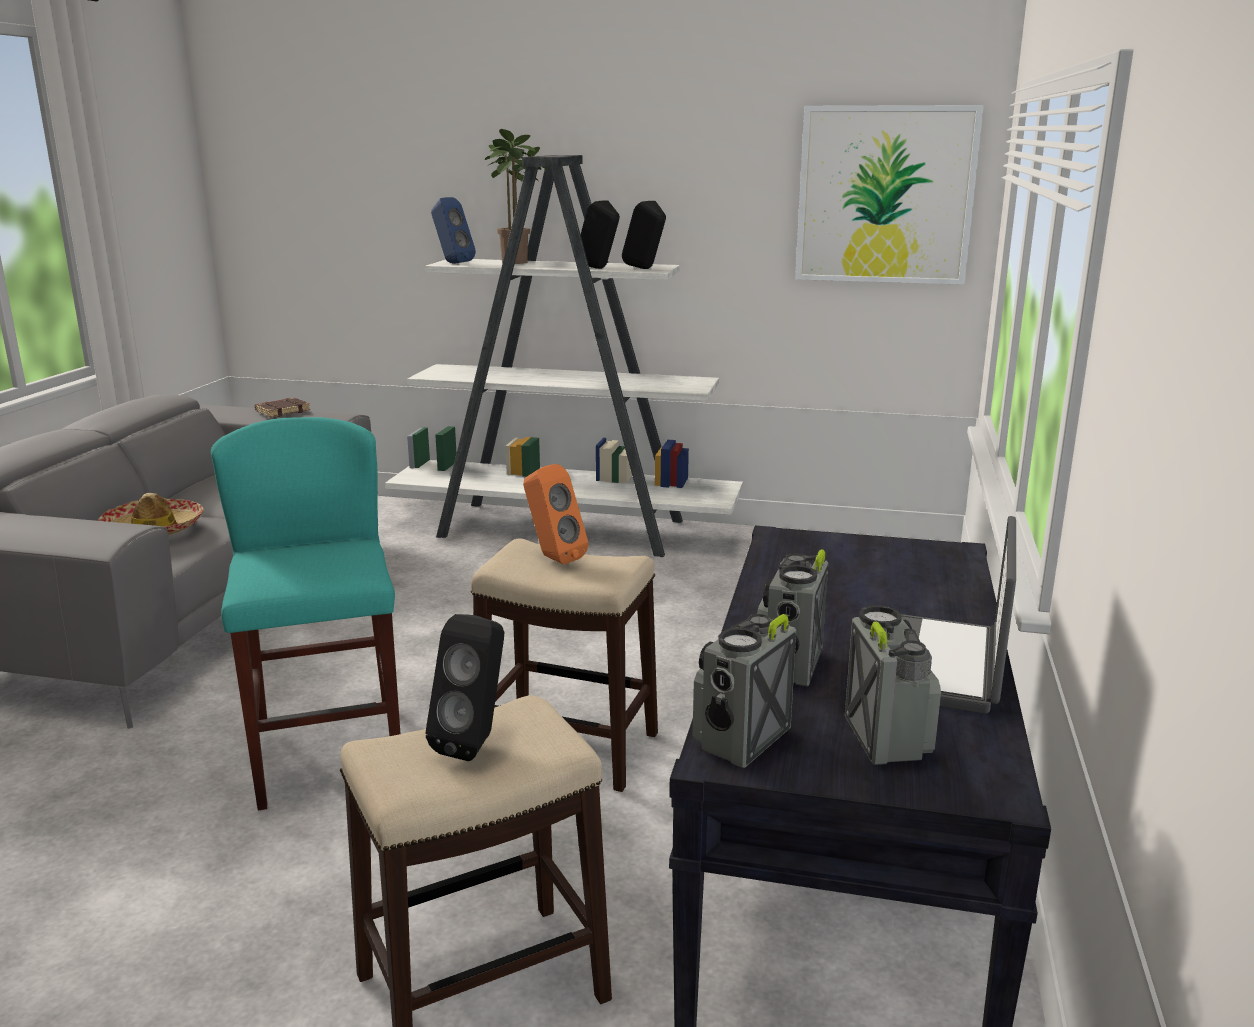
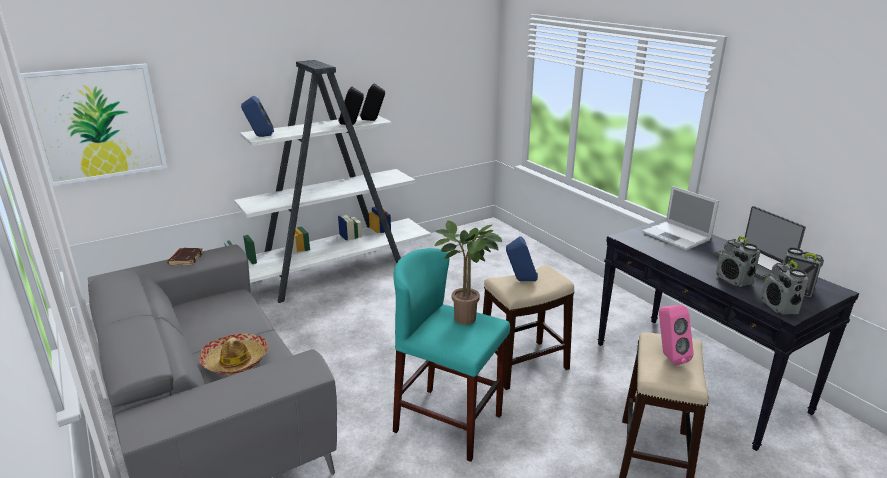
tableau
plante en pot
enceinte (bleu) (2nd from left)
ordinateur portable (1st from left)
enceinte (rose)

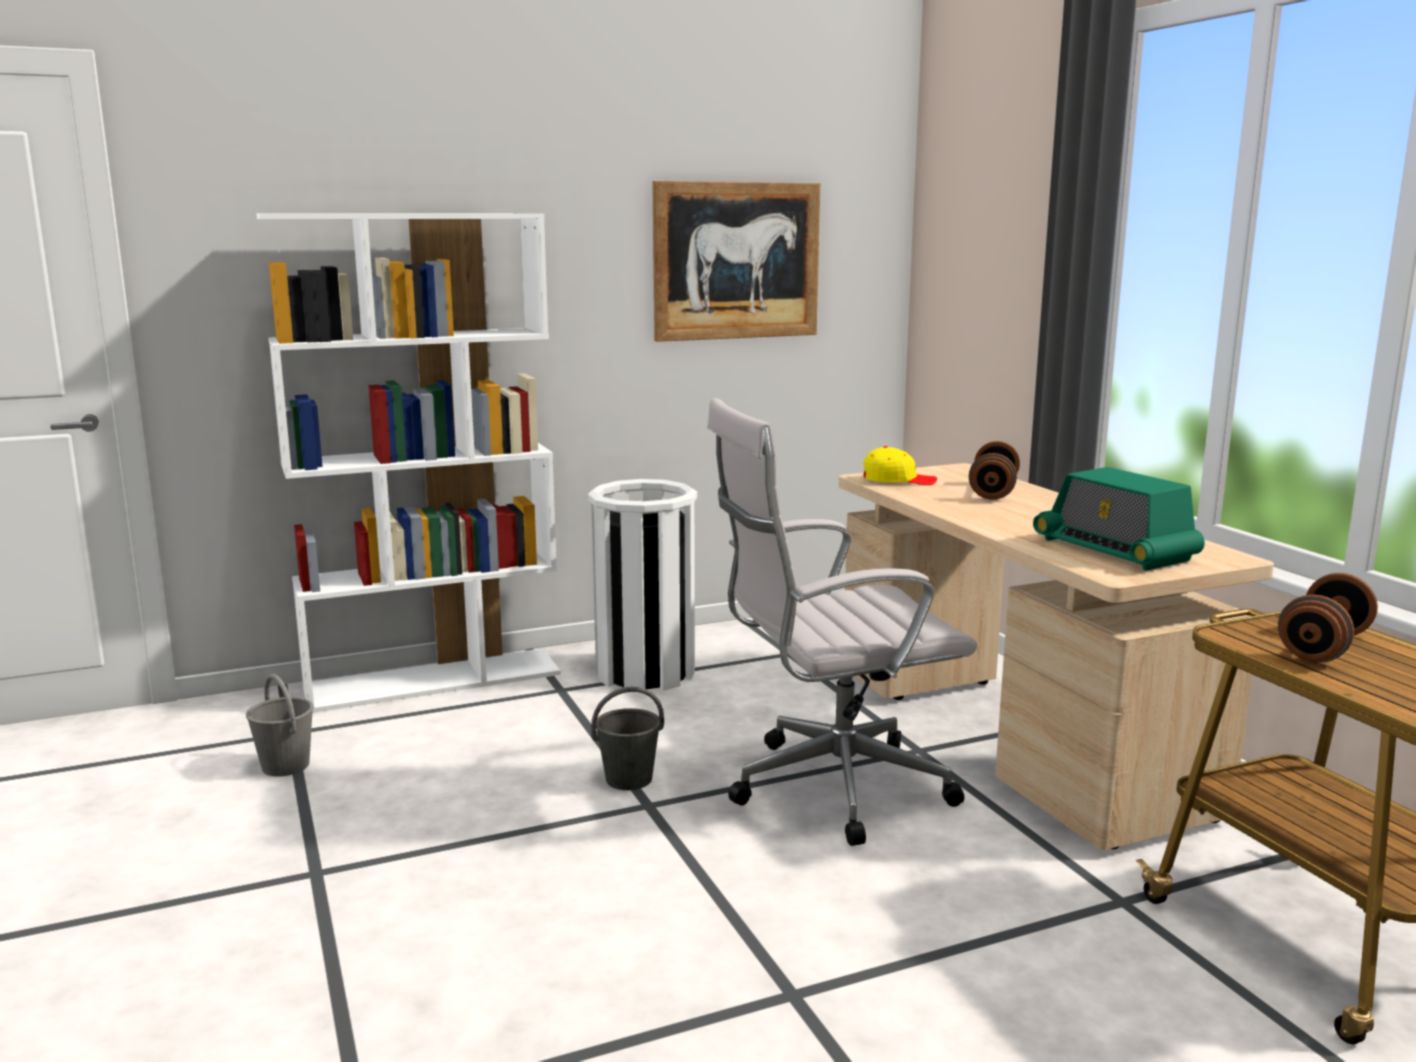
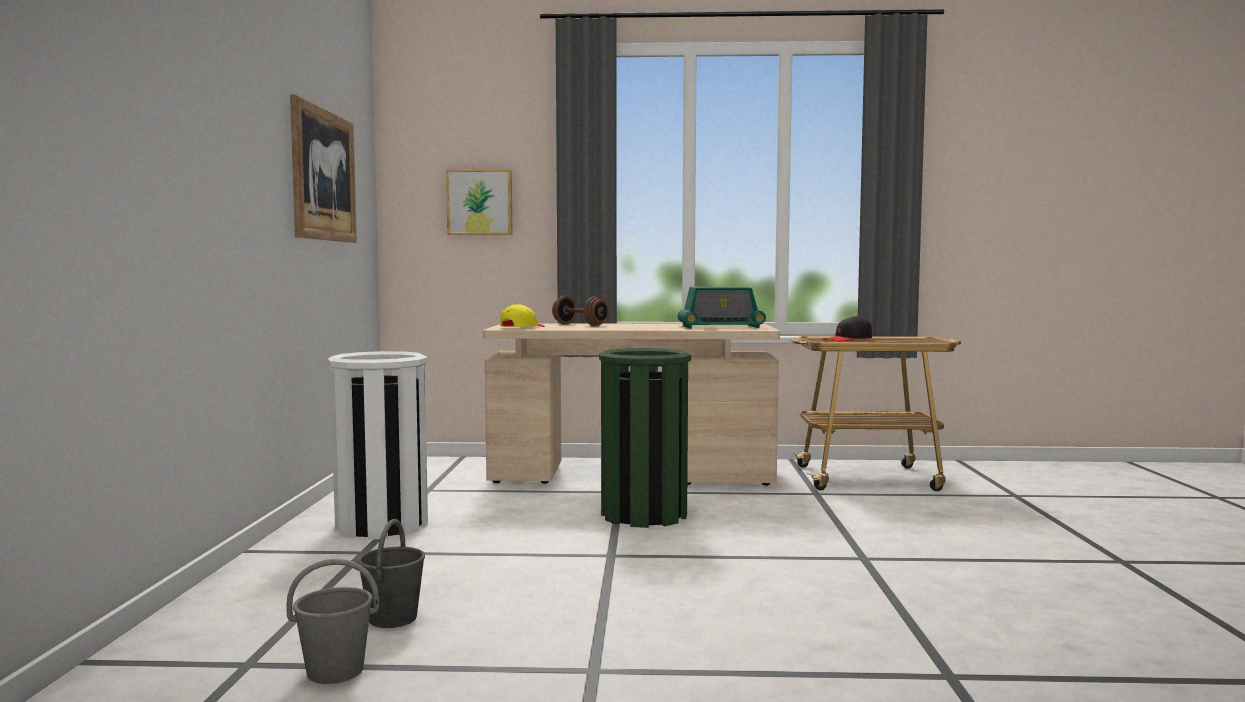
seau (gris) (2nd from left)
tableau (2nd from left)
poubelle (vert)
casquette (noir)
bibliothèque (blanc)

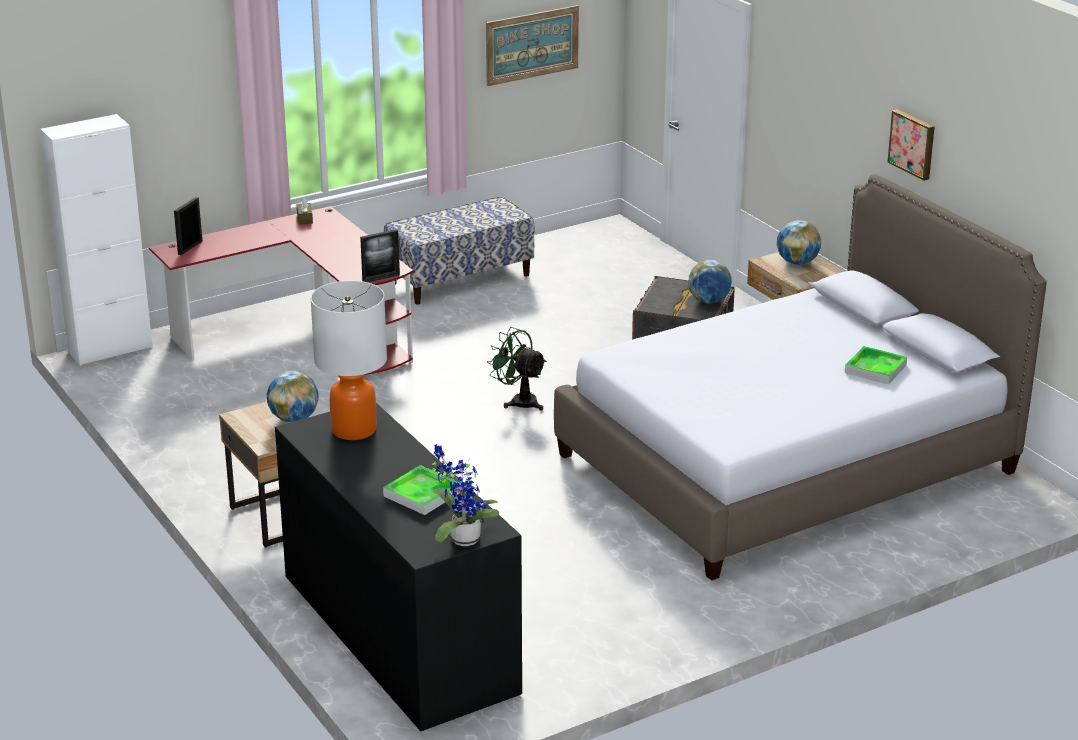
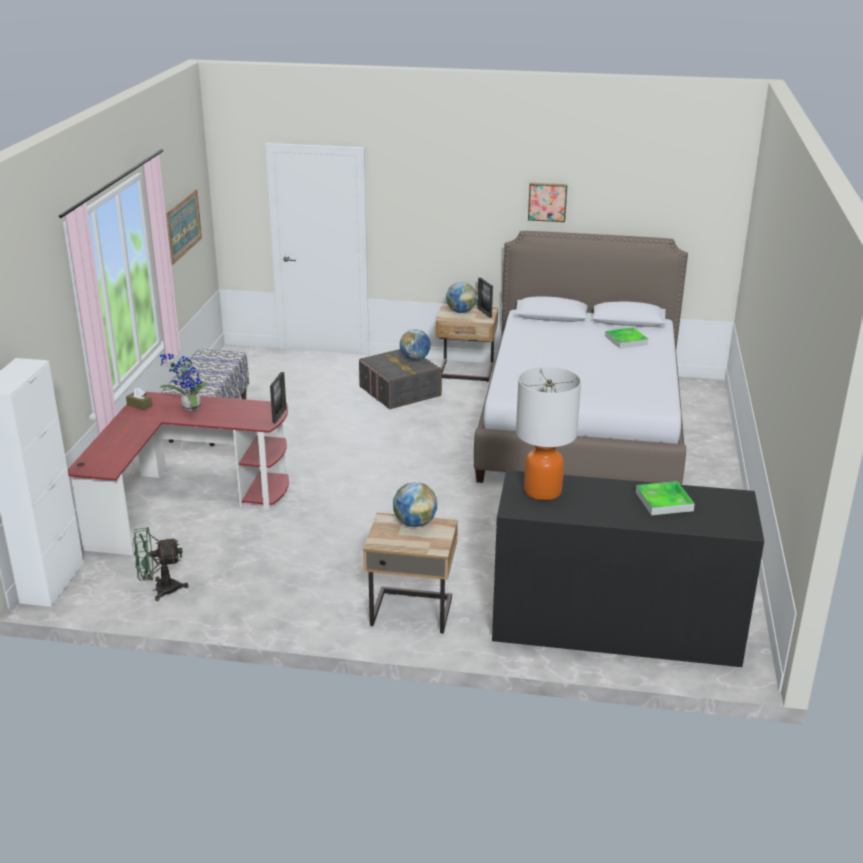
ventilateur (vert)
plante en pot
cadre photo (2nd from left)

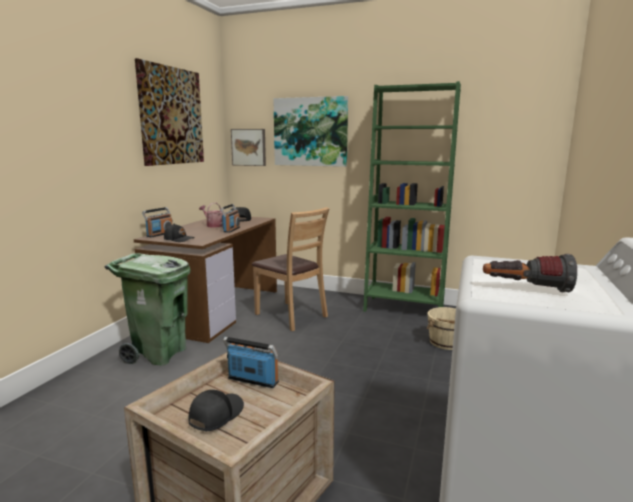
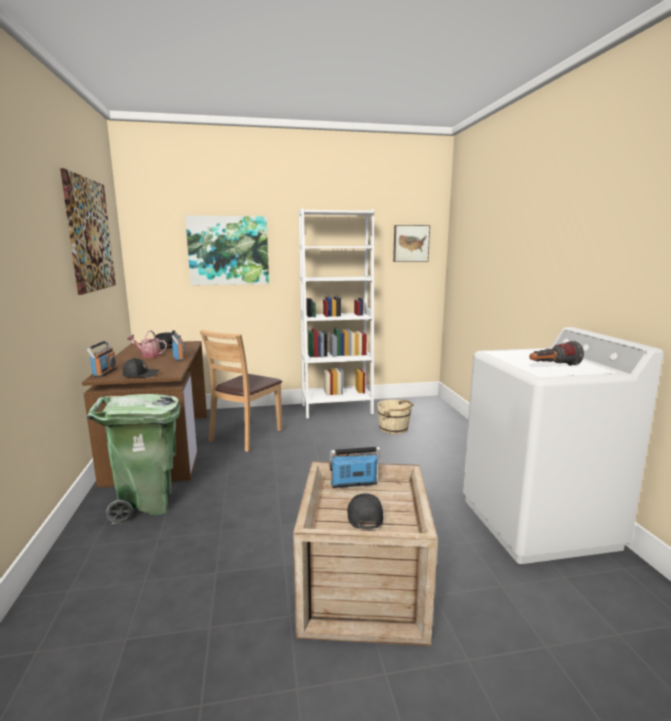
chaise (marron)
bibliothèque (blanc)
tableau (3rd from left)

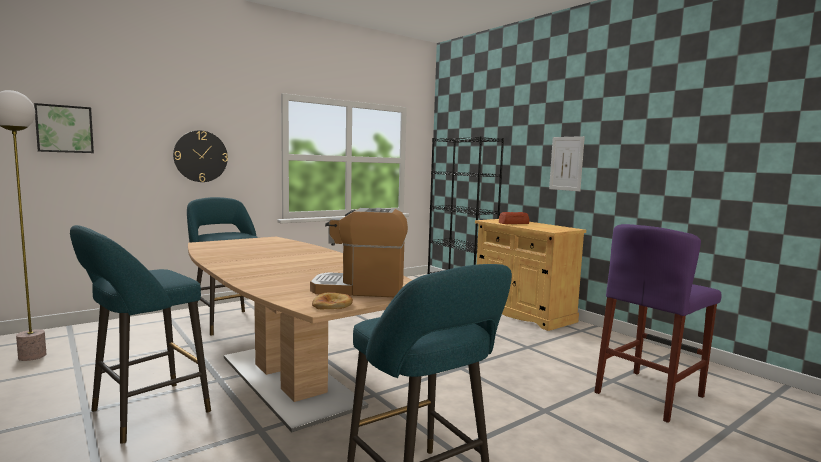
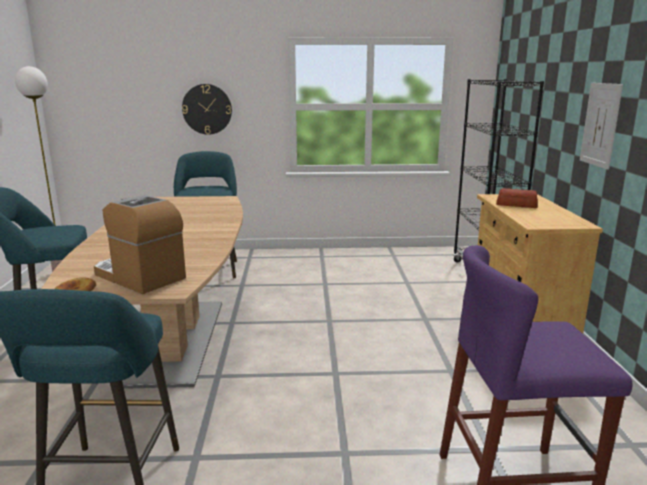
tableau (1st from left in the first image)

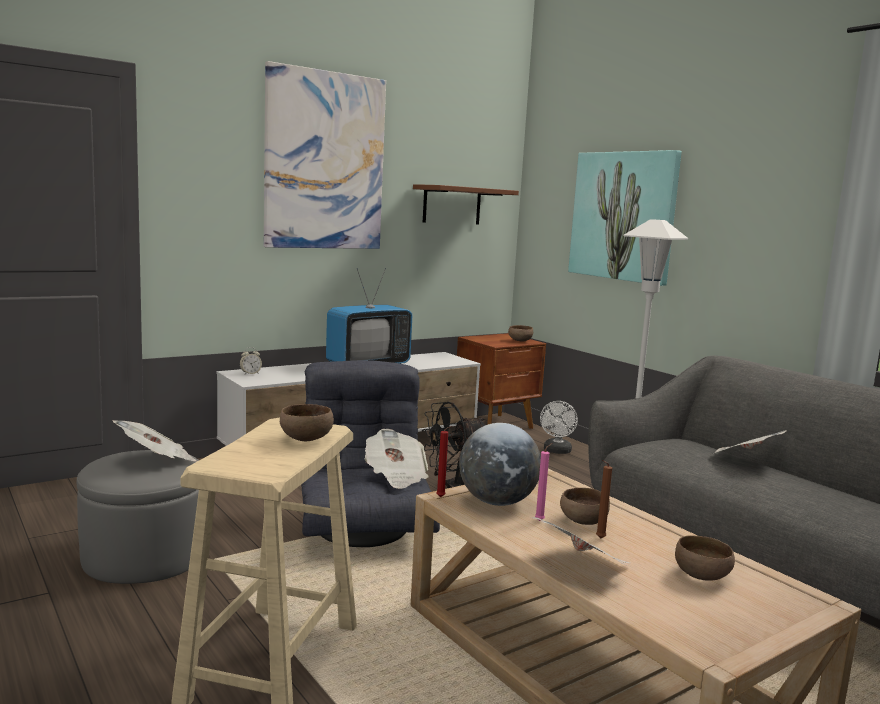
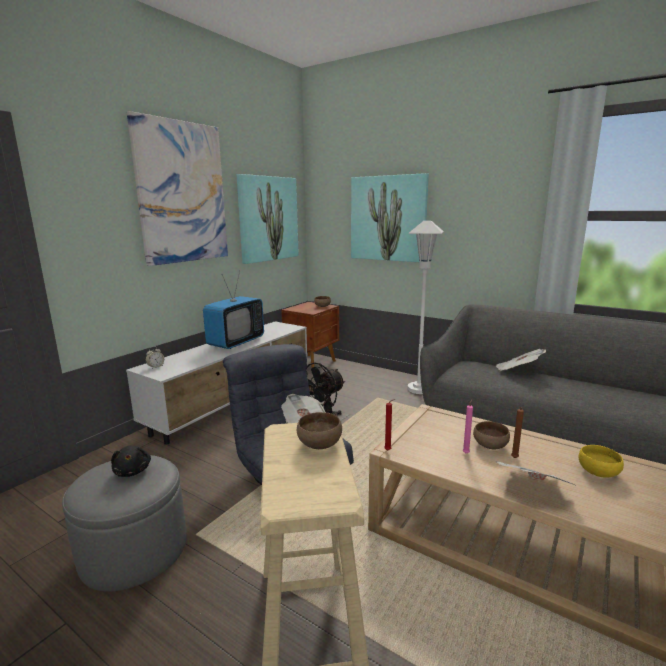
peluche (noir)
tableau (2nd from left)
bol (jaune)
globe
ventilateur (blanc)

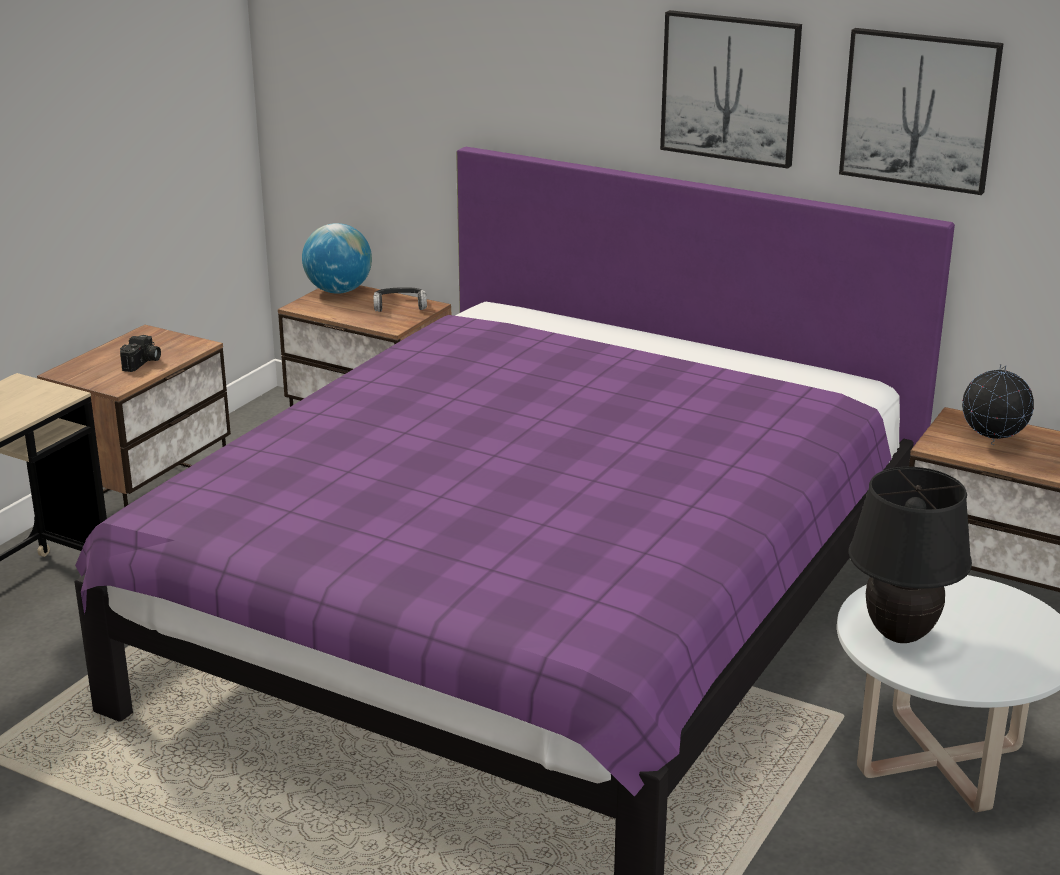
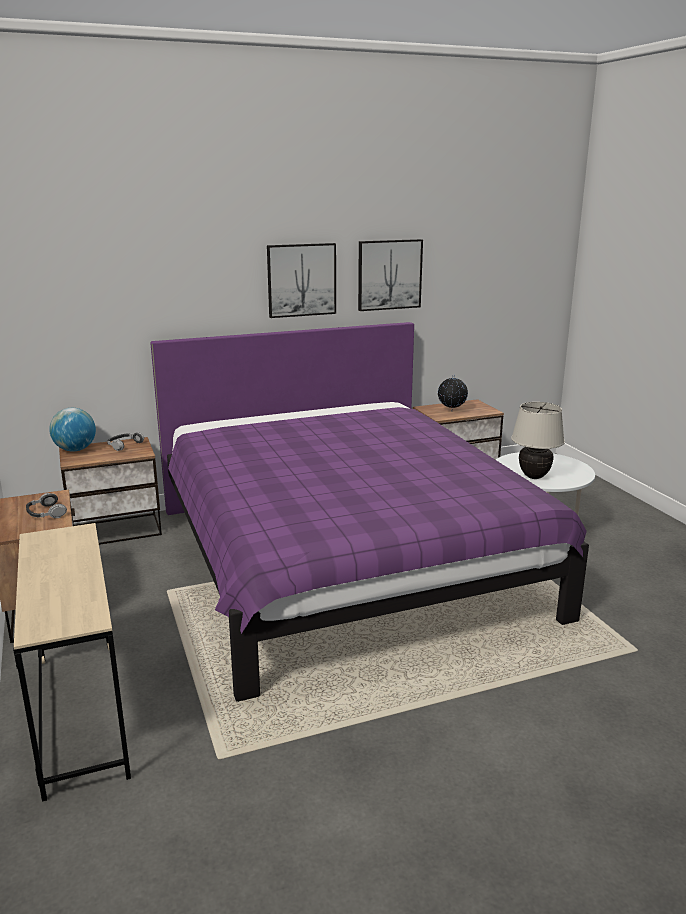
casque audio (1st from left)
lampe de table (beige)

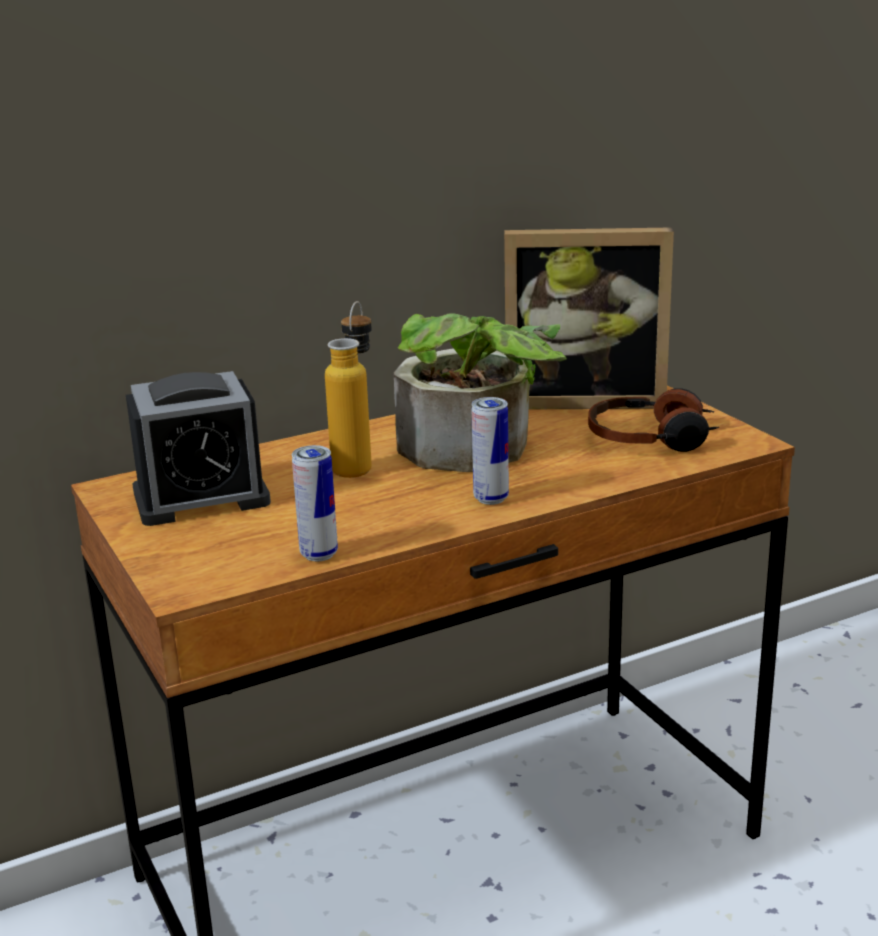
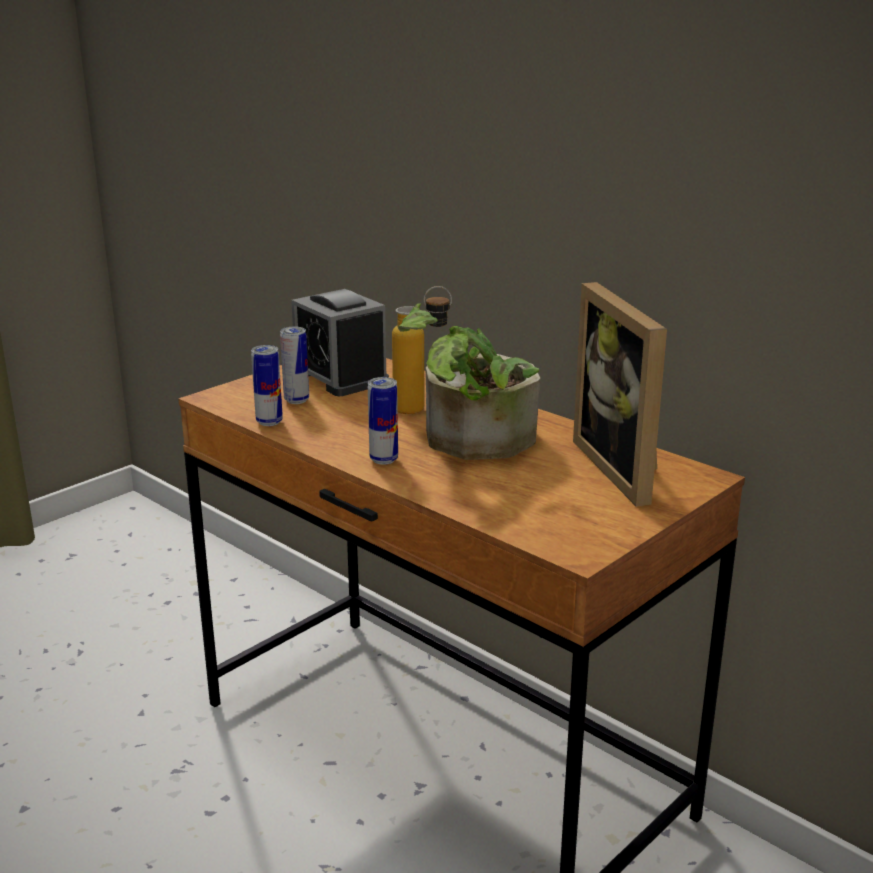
boîte métallique (2nd from left)
casque audio

